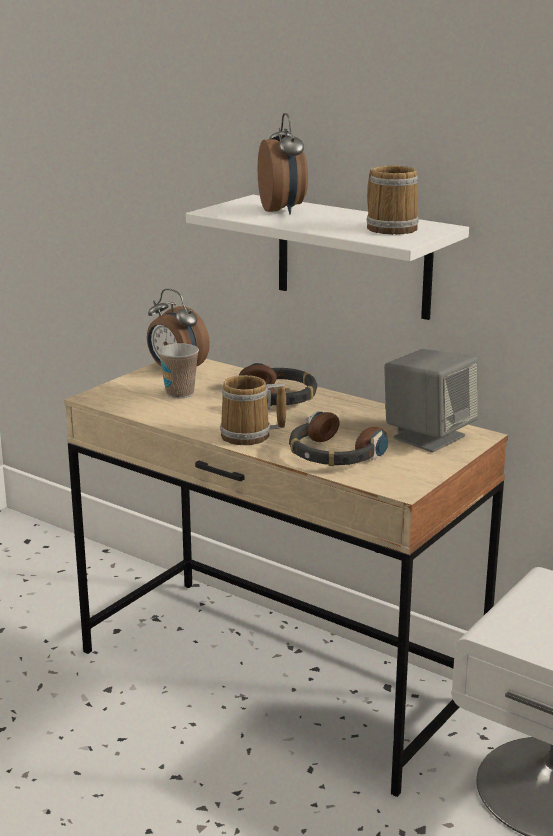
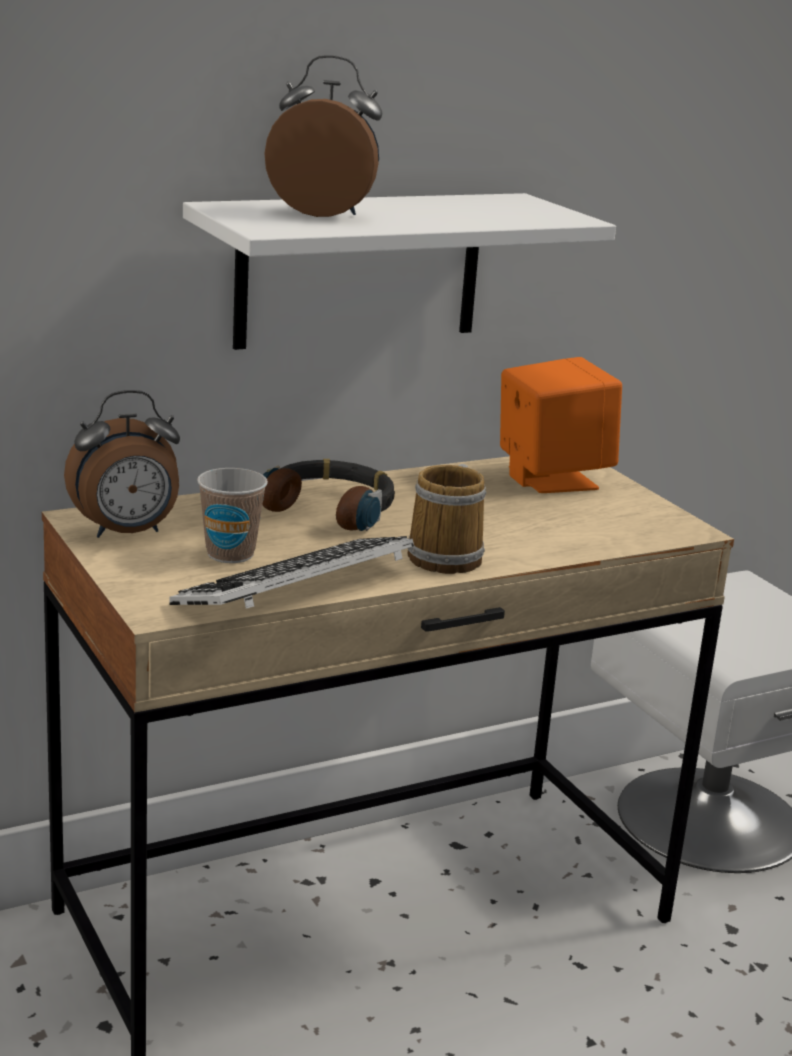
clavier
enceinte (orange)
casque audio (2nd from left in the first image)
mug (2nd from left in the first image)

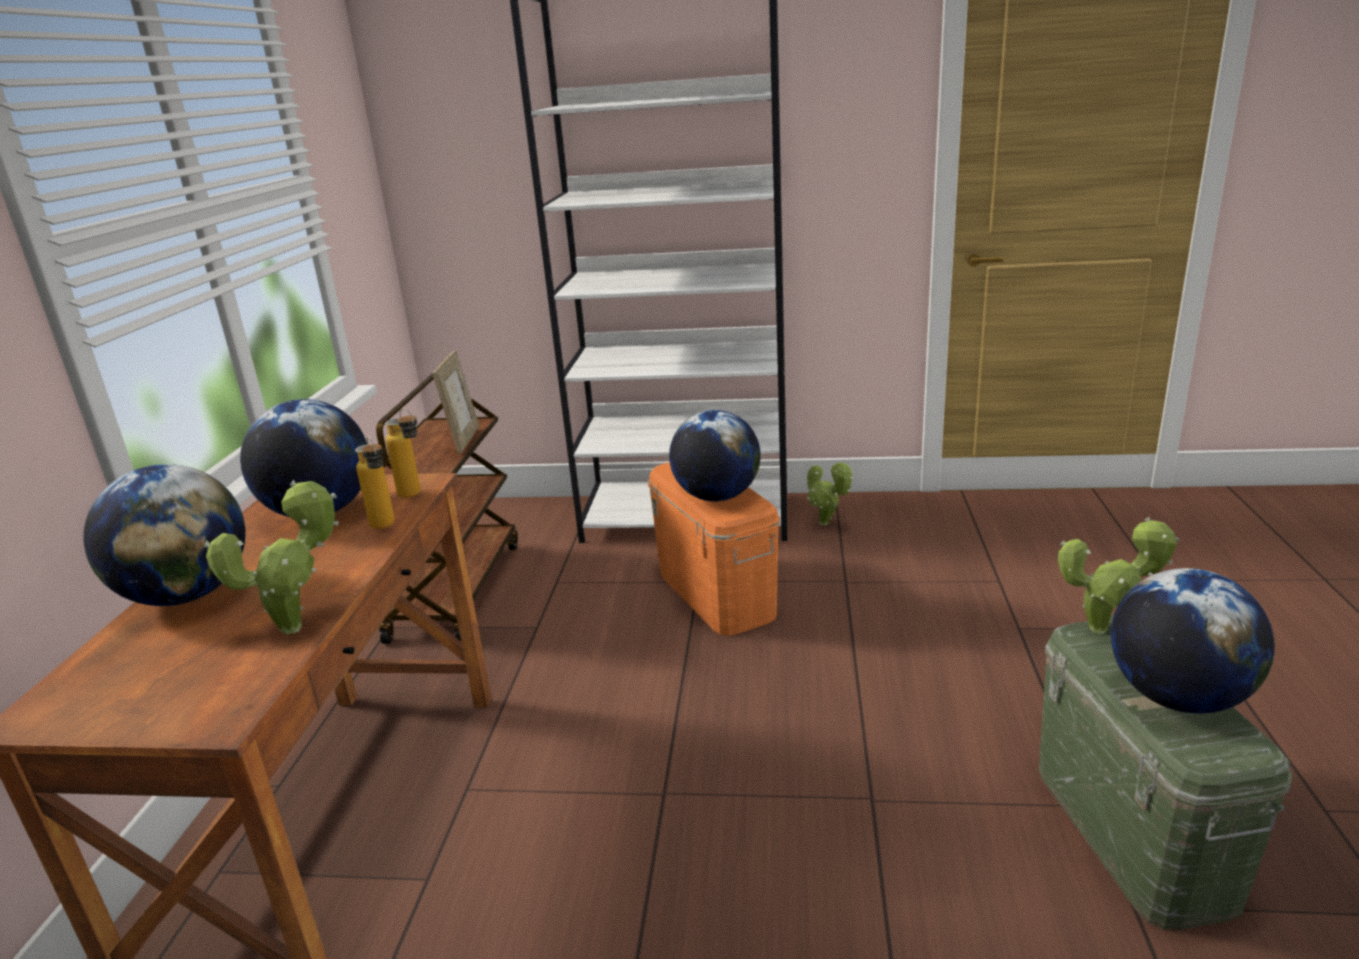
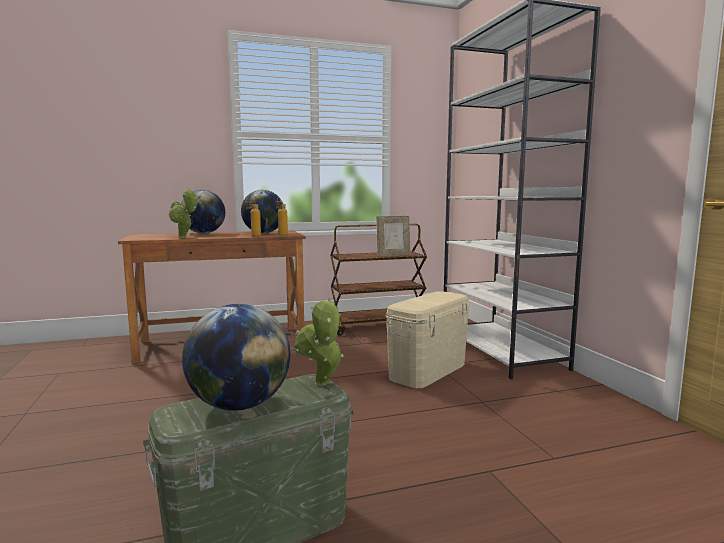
boîte de rangement (beige)
globe (3rd from left in the first image)
plante en pot (2nd from left in the first image)

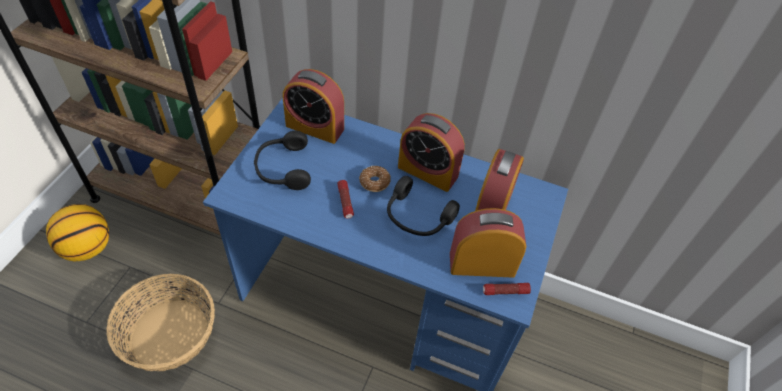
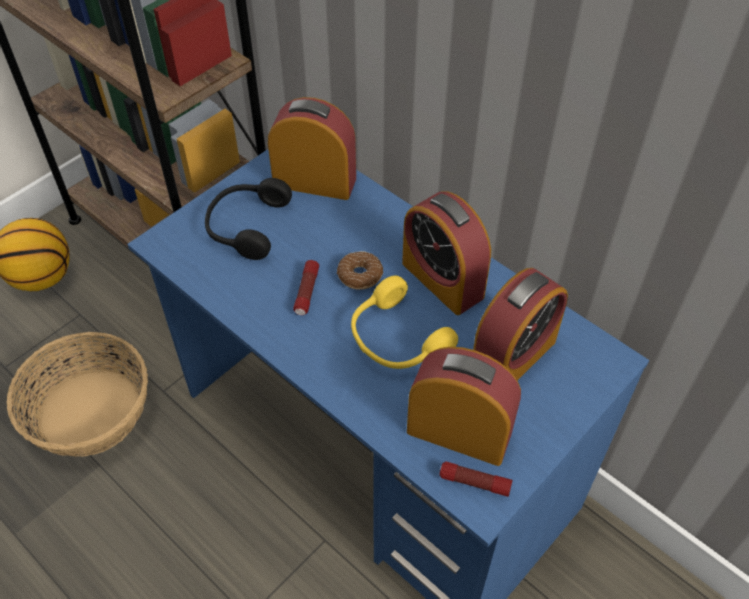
réveil (1st from left)
casque audio (jaune)

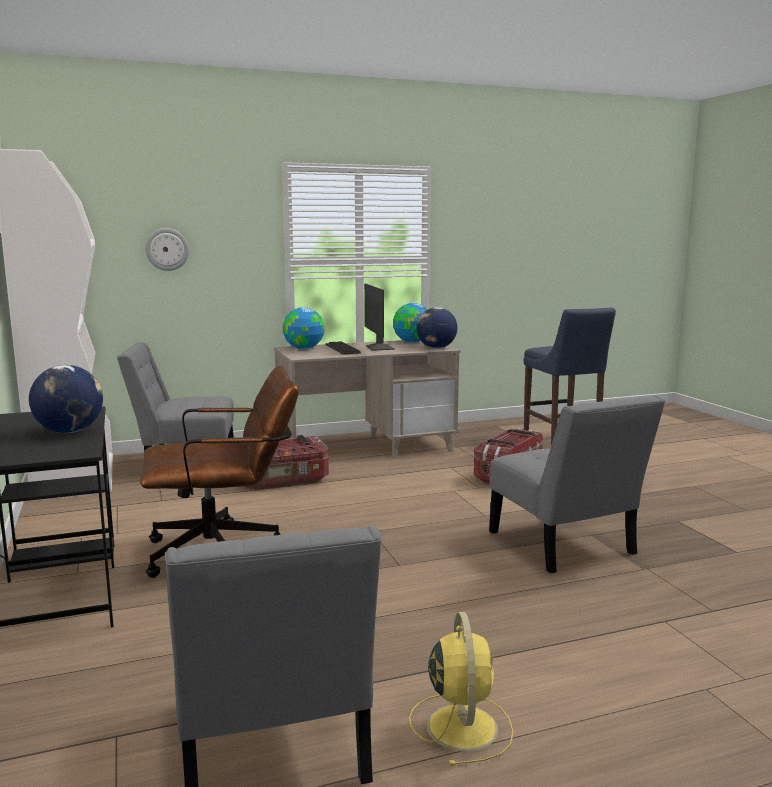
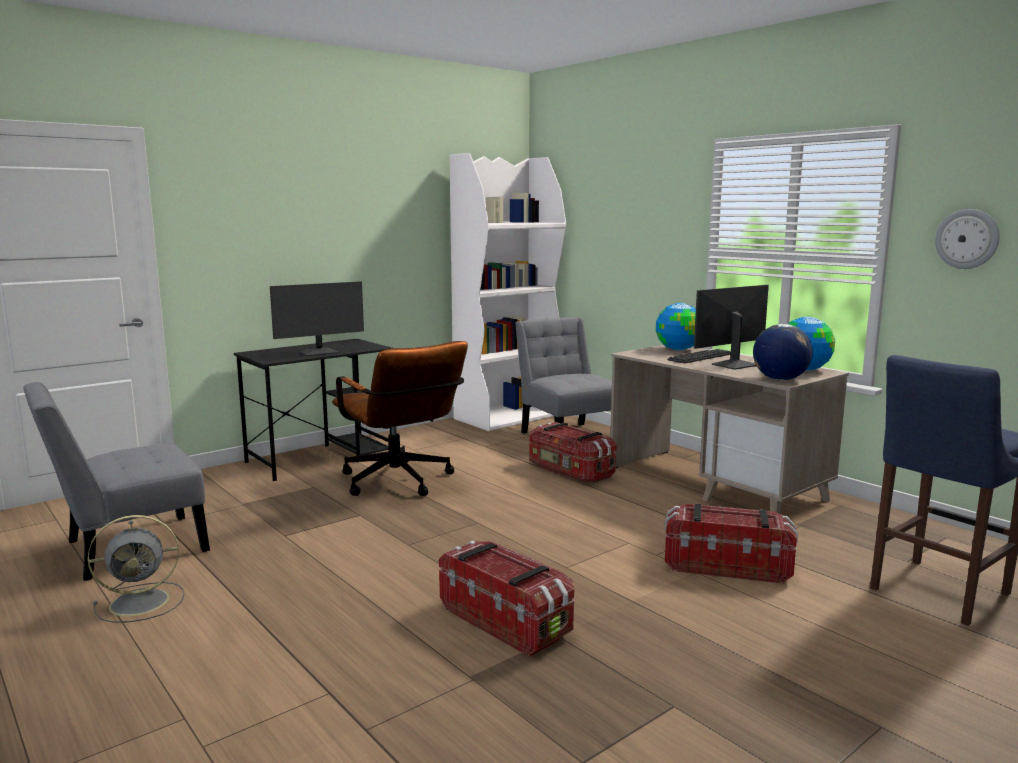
ventilateur (gris)
écran d'ordinateur (1st from left)
boîte de rangement (1st from left)
horloge murale

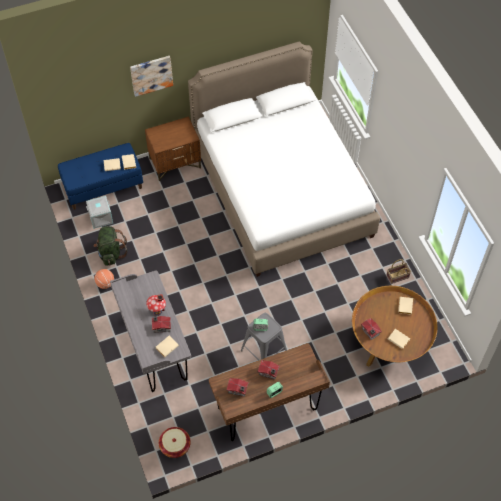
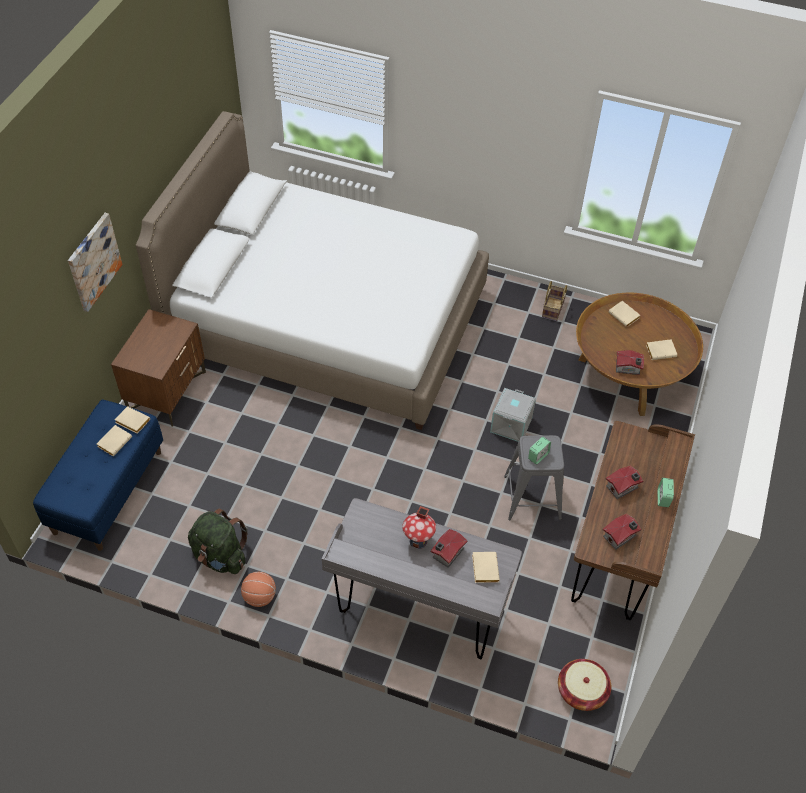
boîte de rangement (gris)

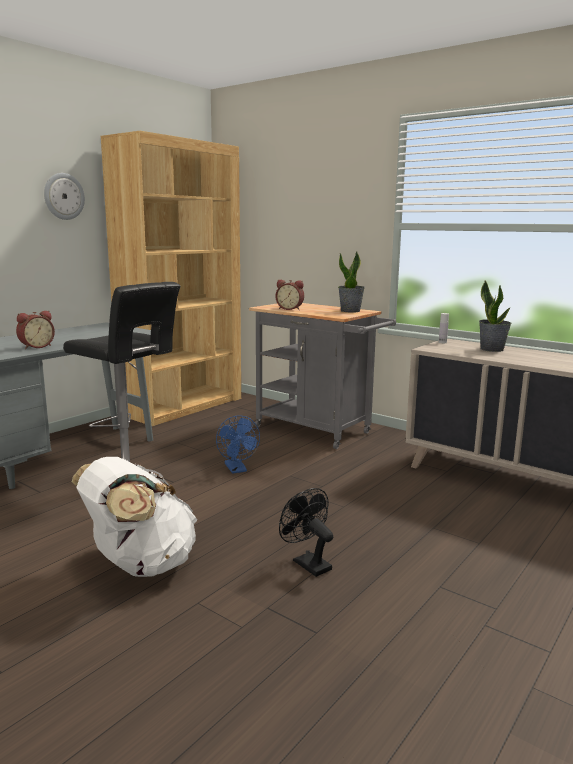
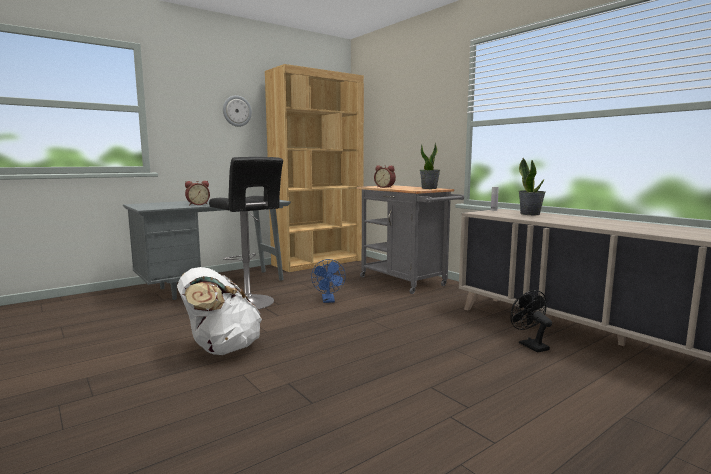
ventilateur (noir)

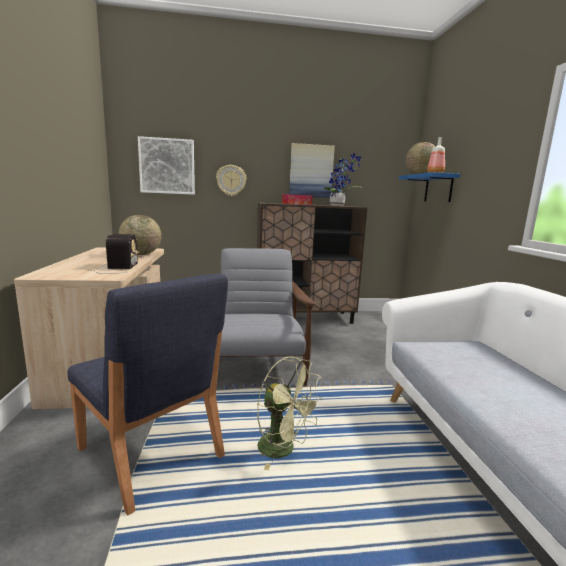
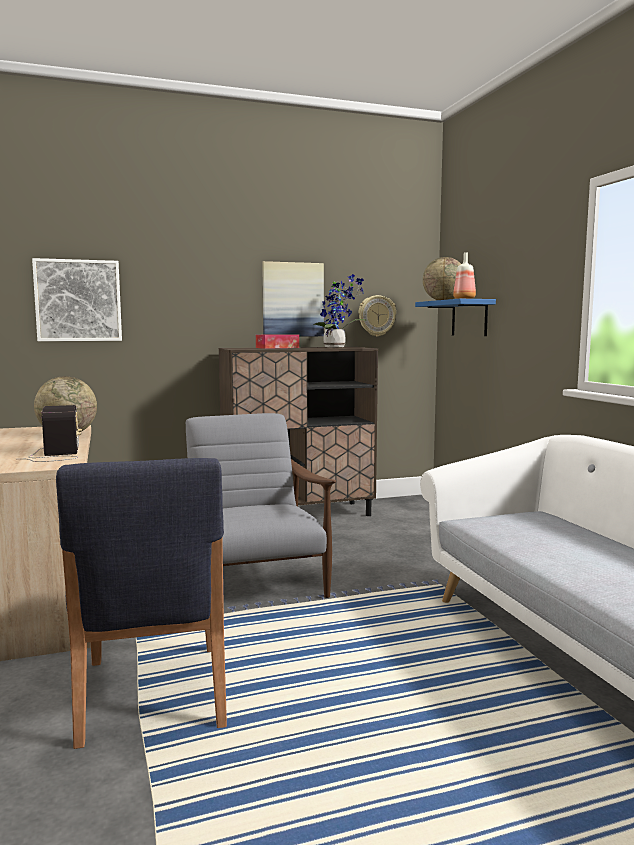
chaise (bleu)
horloge murale
ventilateur (vert)

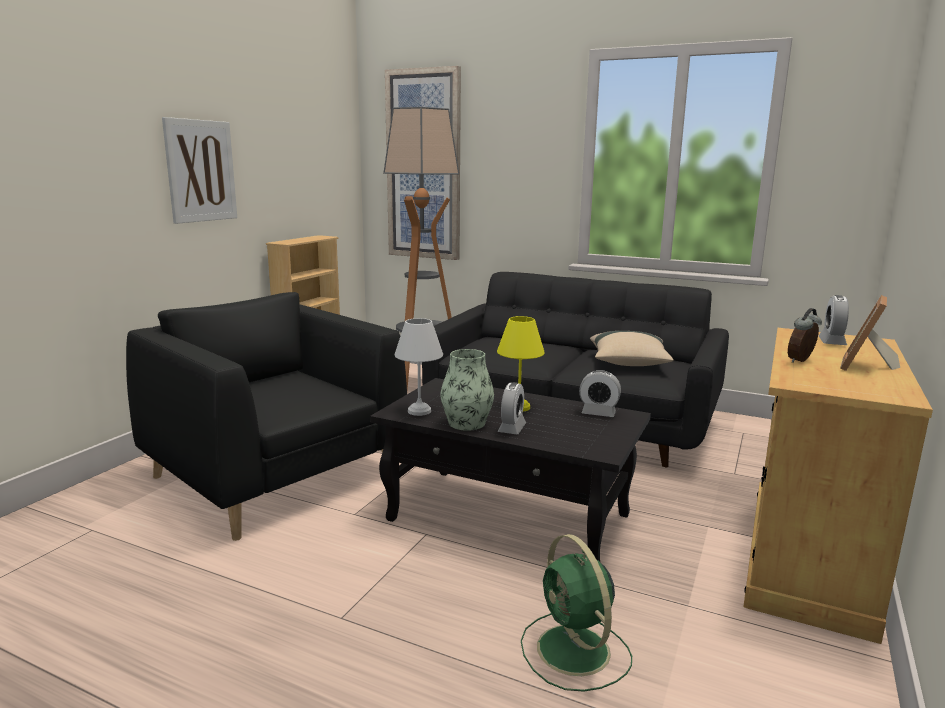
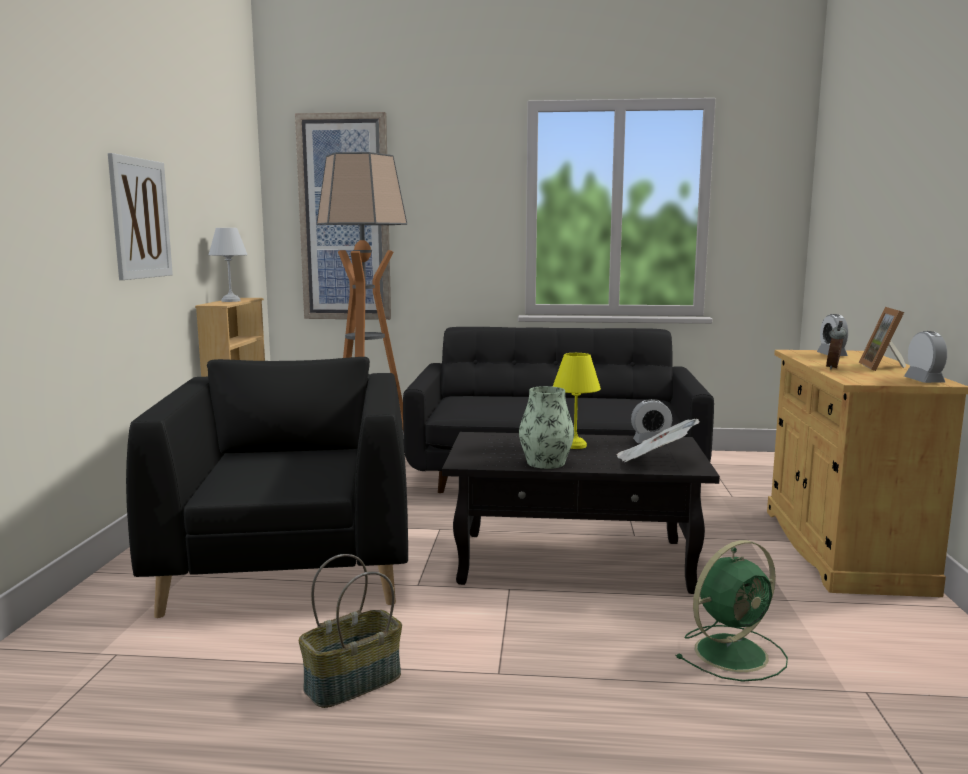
fauteuil (noir)
lampe de table (blanc)
panier
journal
ventilateur (vert)
réveil (4th from left)
coussin (beige)

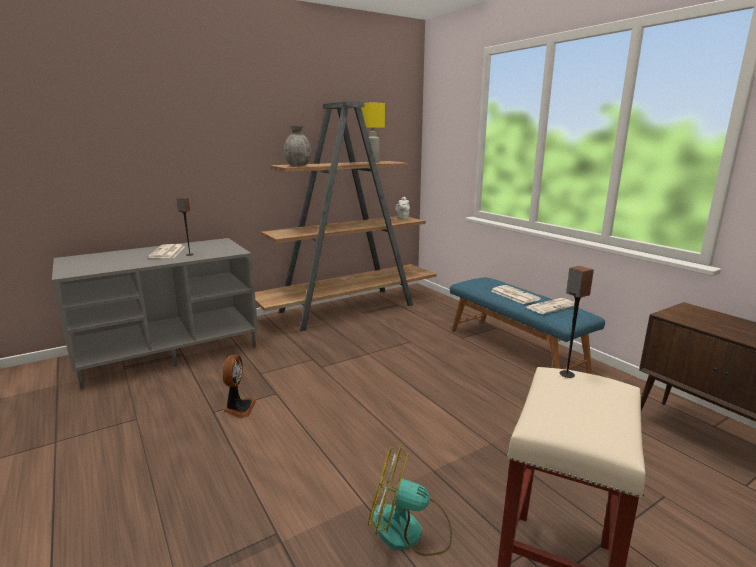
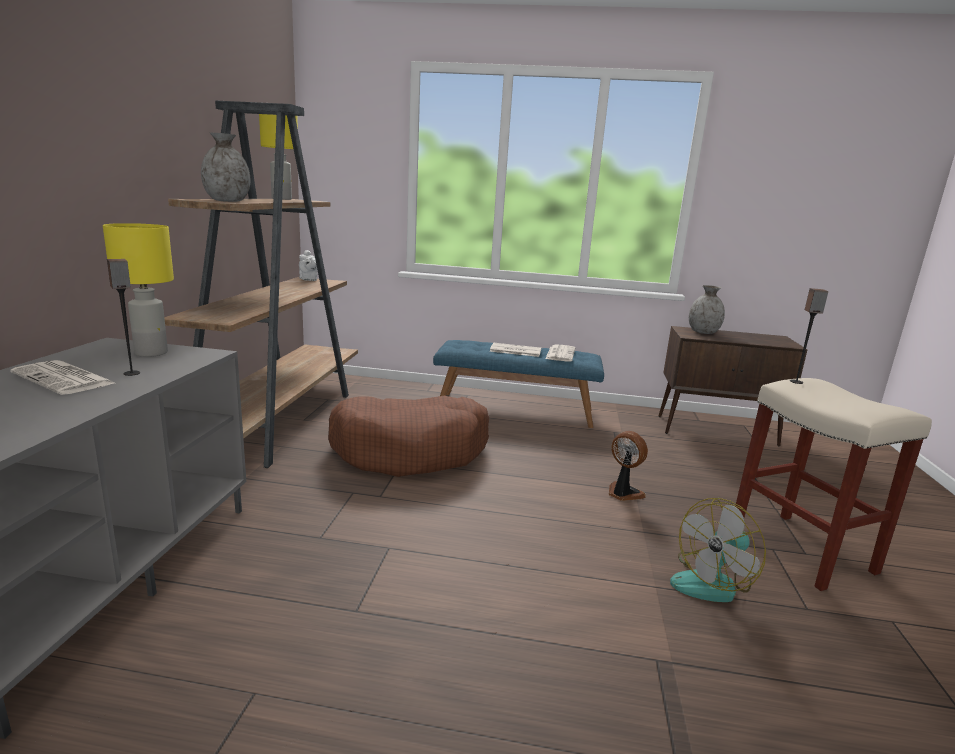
lampe de table (jaune) (1st from left)
panier pour chien (marron)
ventilateur (1st from left)
vase (gris) (2nd from left)

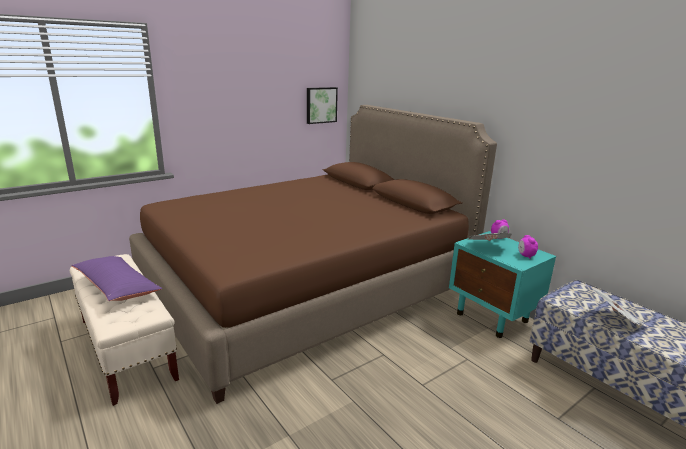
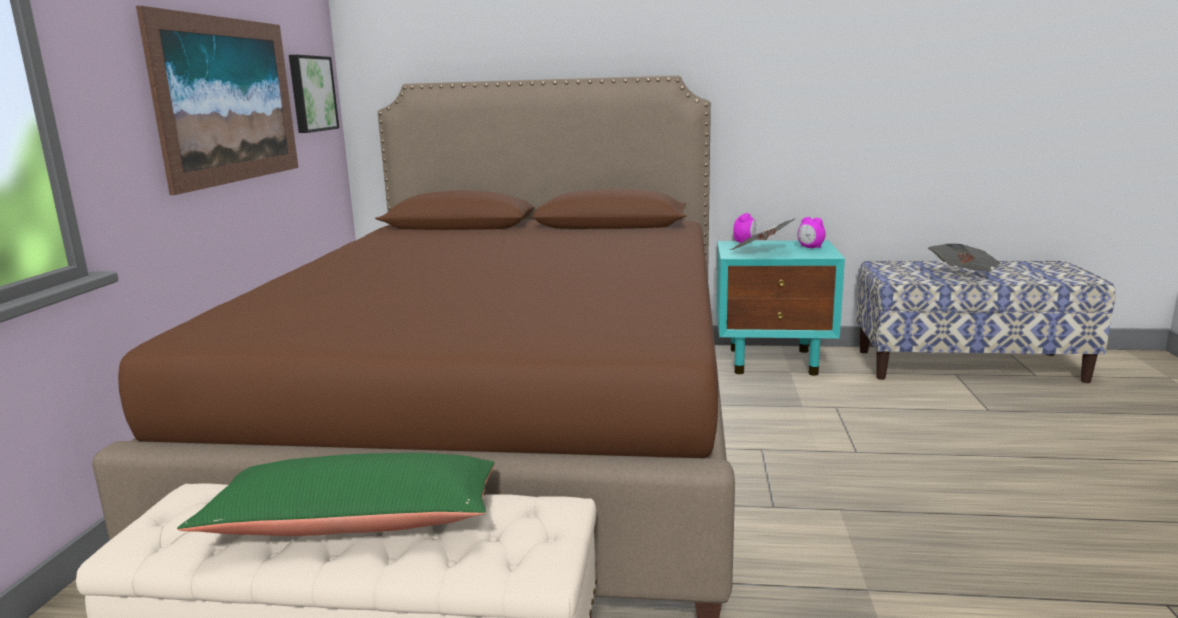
tableau (1st from left)
coussin (vert)

